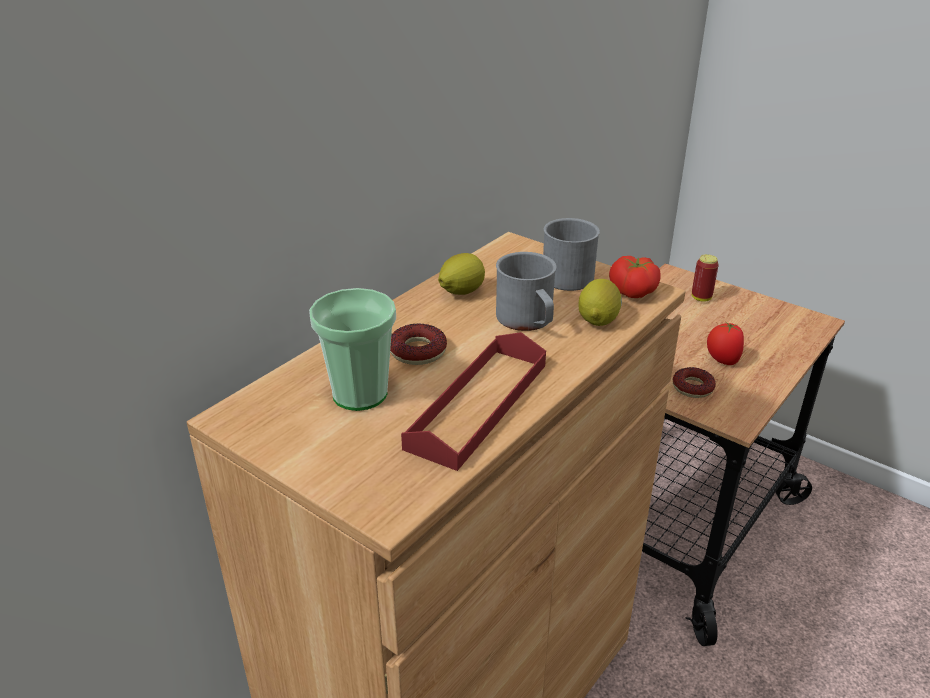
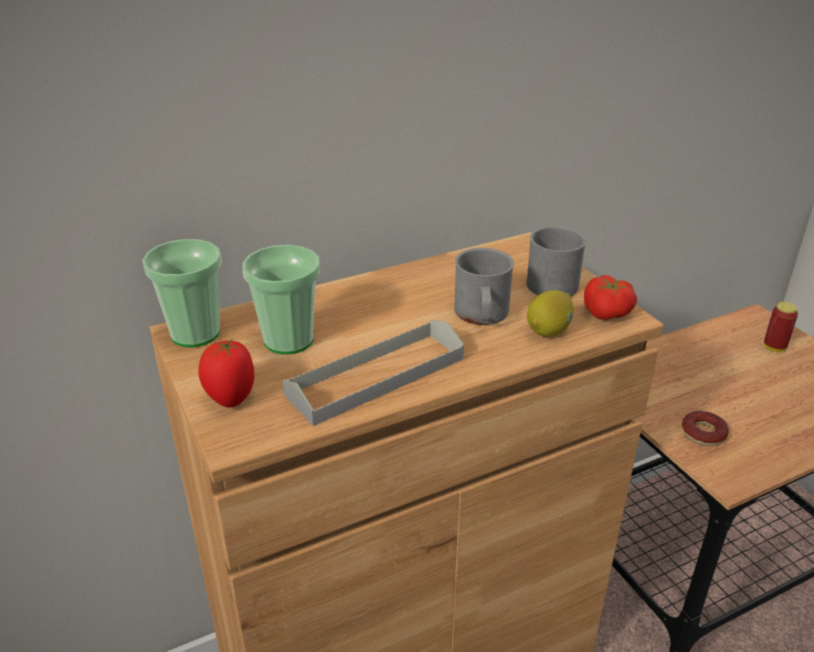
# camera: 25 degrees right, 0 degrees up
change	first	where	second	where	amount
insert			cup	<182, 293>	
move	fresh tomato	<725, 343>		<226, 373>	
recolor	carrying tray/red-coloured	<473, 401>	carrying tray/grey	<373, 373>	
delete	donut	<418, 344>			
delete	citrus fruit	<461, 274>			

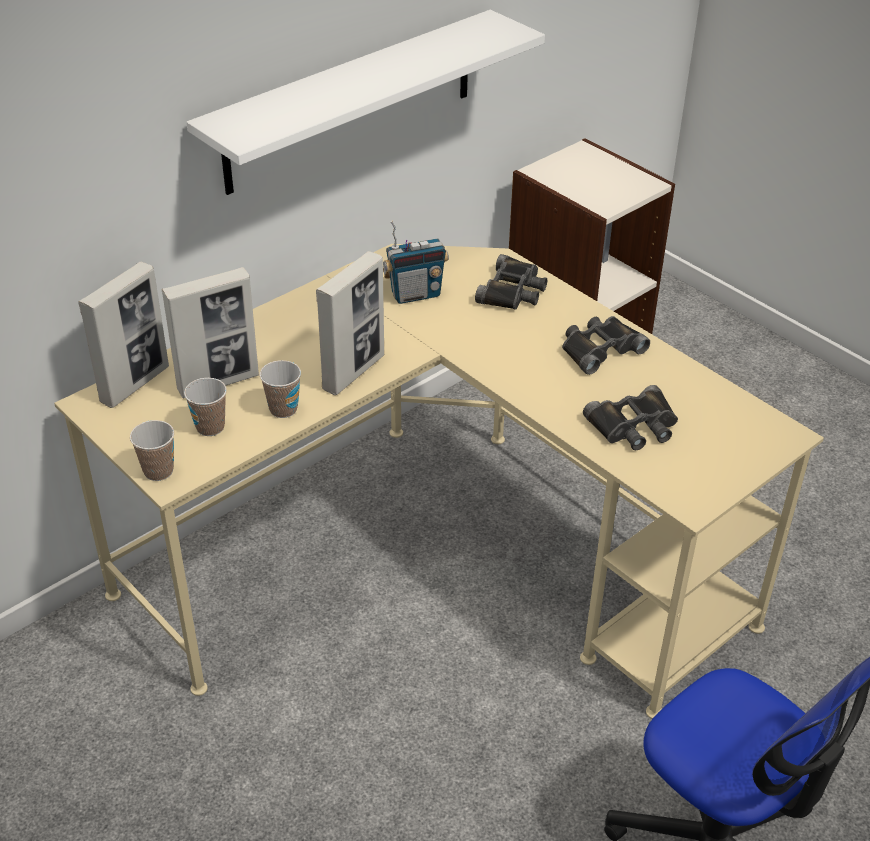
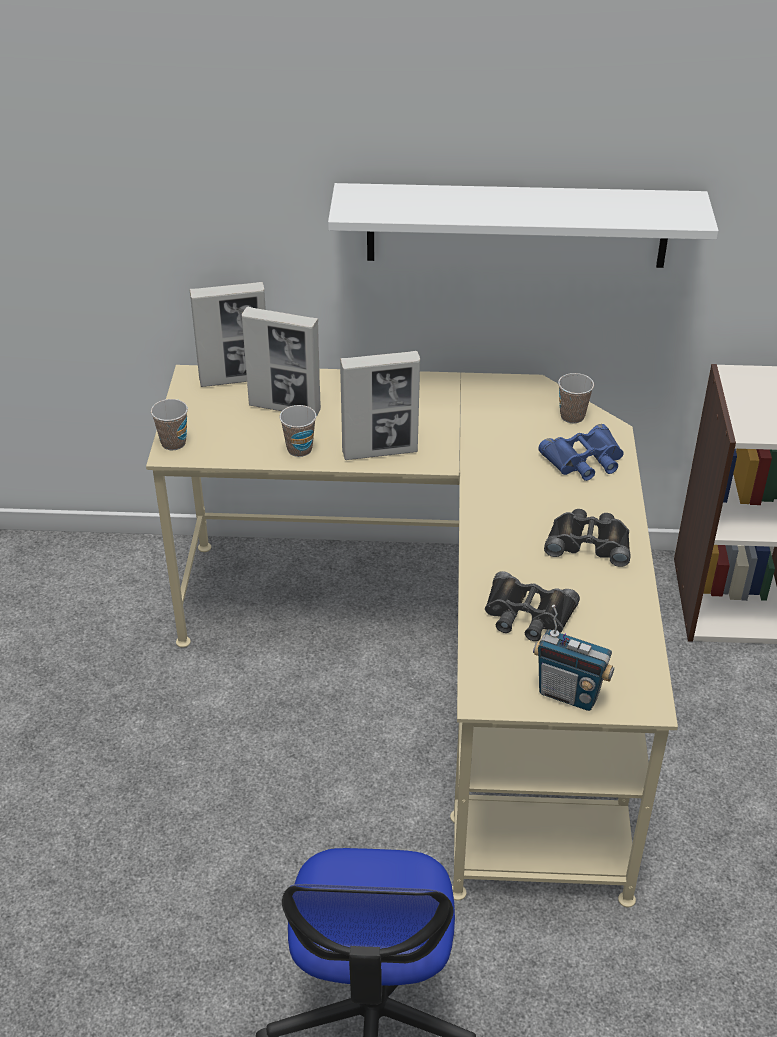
# camera: 45 degrees right, 0 degrees up
change	first	where	second	where	amount
move	radio set	<416, 262>		<573, 658>	
recolor	pair of binoculars/black-coloured	<511, 282>	pair of binoculars/bluish	<581, 452>	
move	cup	<205, 407>		<576, 398>	

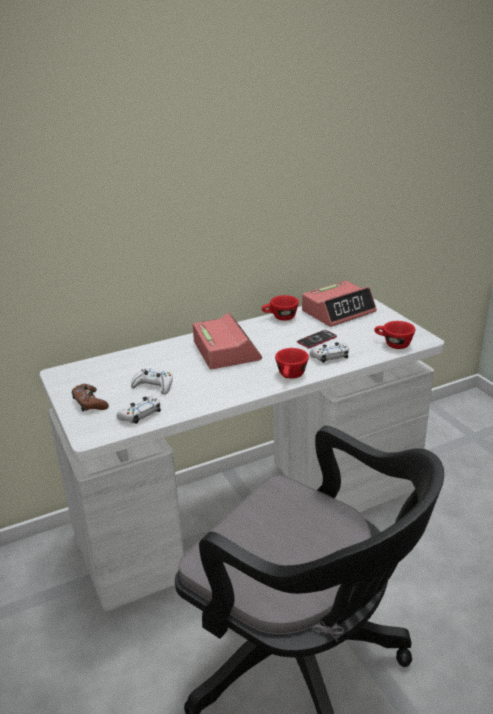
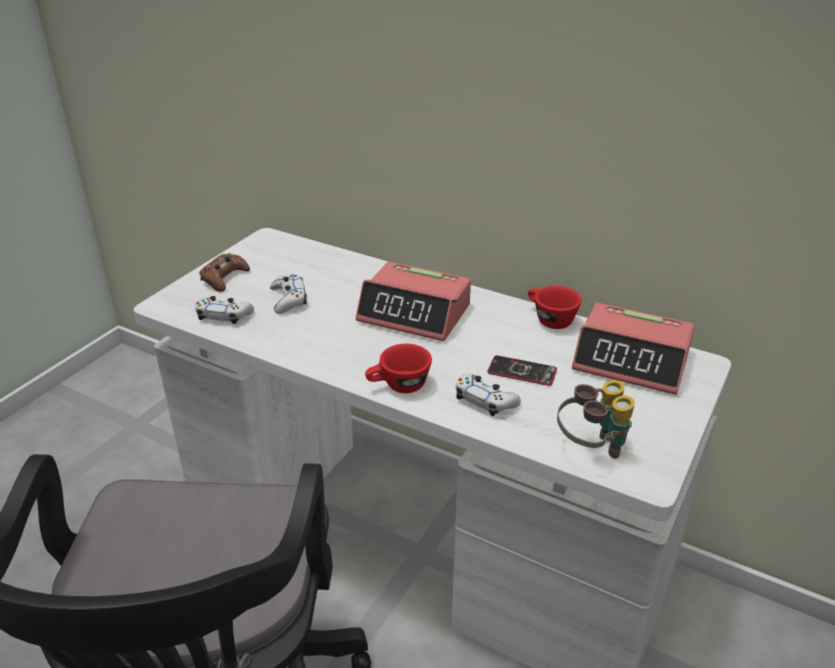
# camera: 55 degrees right, 5 degrees up
change	first	where	second	where	amount
rotate	table clock	<227, 341>		<413, 301>	75 degrees clockwise
replace	cup/red-coloured	<394, 335>	pair of binoculars	<596, 419>	

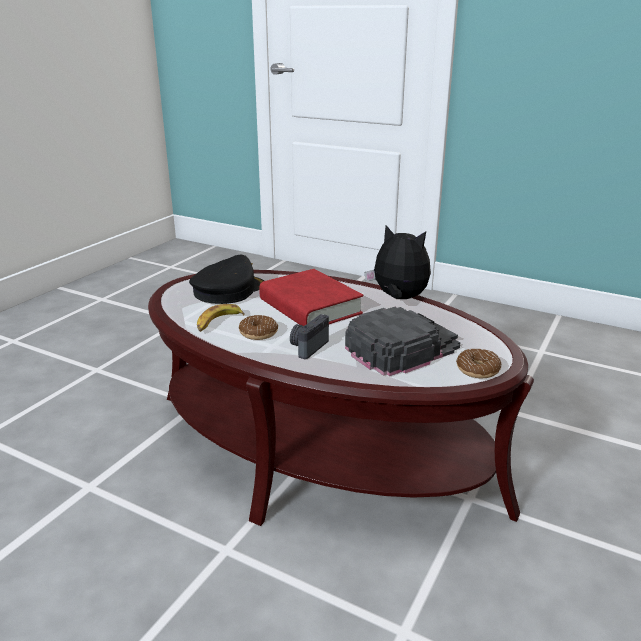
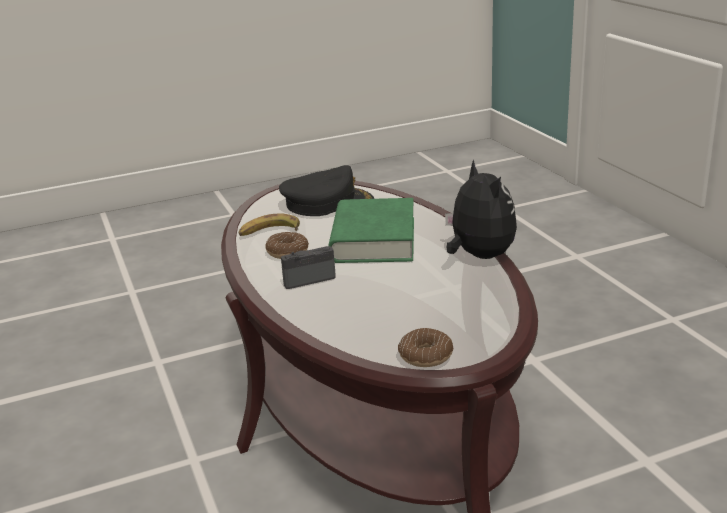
# camera: 40 degrees right, 0 degrees up
change	first	where	second	where	amount
recolor	book/red-coloured	<311, 297>	book/greenish	<371, 230>	
delete	cap/black-coloured	<402, 341>			

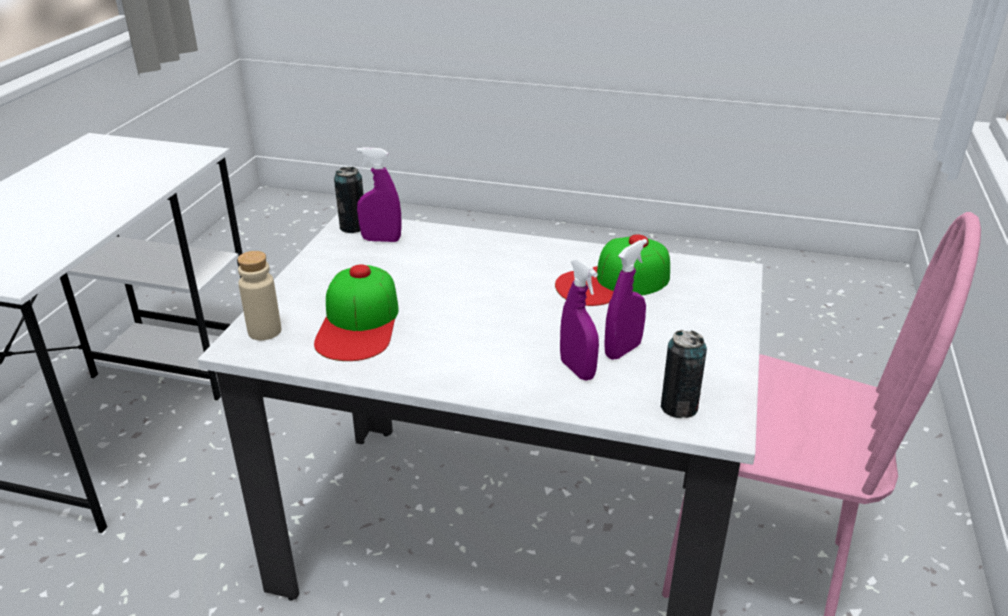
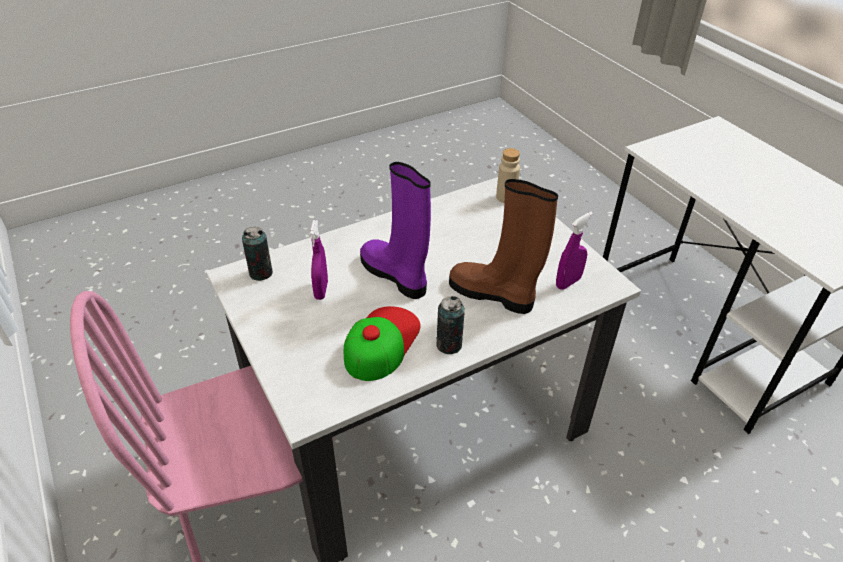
# camera: 135 degrees right, 10 degrees up
change	first	where	second	where	amount
insert			tall boot/purple-coloured	<395, 230>	
move	can	<349, 200>		<450, 325>	
insert			tall boot/brownish	<503, 246>	
delete	cap	<356, 312>			
delete	sprayer/purple-coloured	<579, 319>			

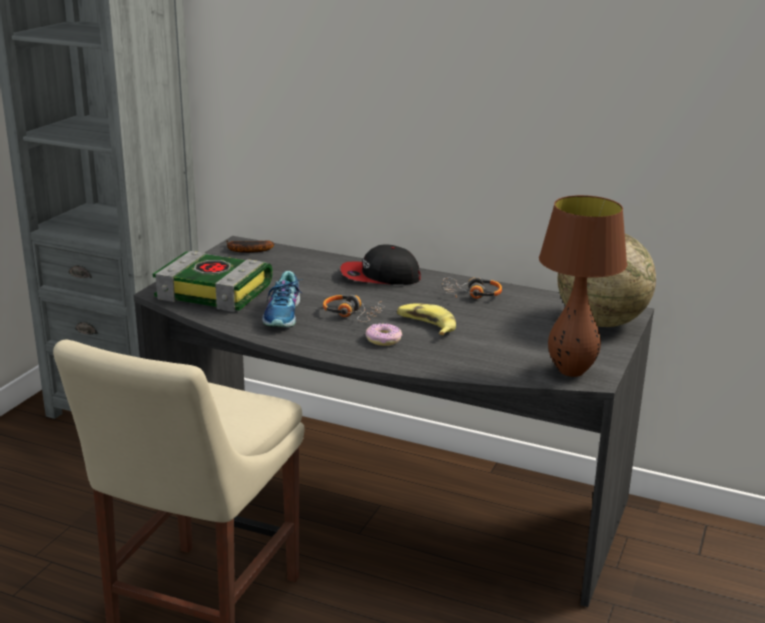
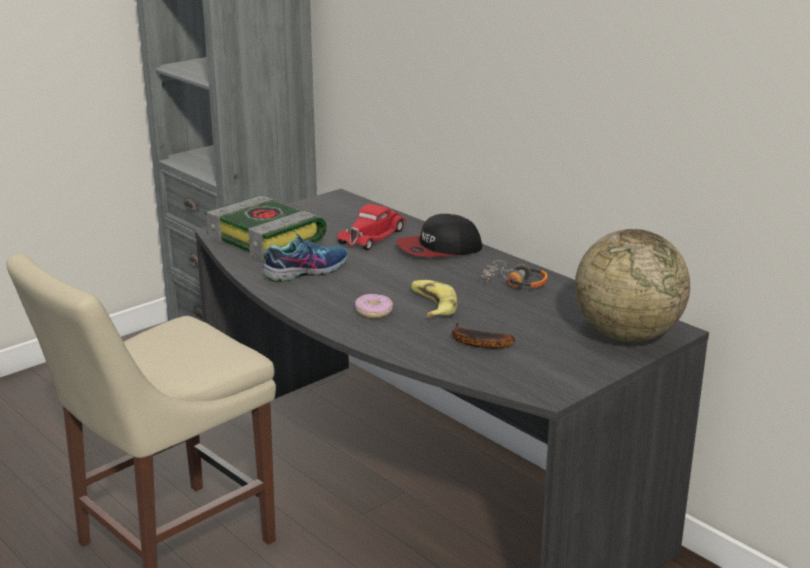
# camera: 25 degrees right, 0 degrees up
change	first	where	second	where	amount
rotate	item of footwear	<282, 299>		<305, 256>	150 degrees counterclockwise
insert			model car/red-coloured	<372, 227>	
rotate	cap	<380, 264>		<439, 235>	45 degrees counterclockwise
move	banana fruit	<250, 246>		<483, 335>	
delete	headset	<354, 308>			
delete	table lamp/brownish	<583, 286>			

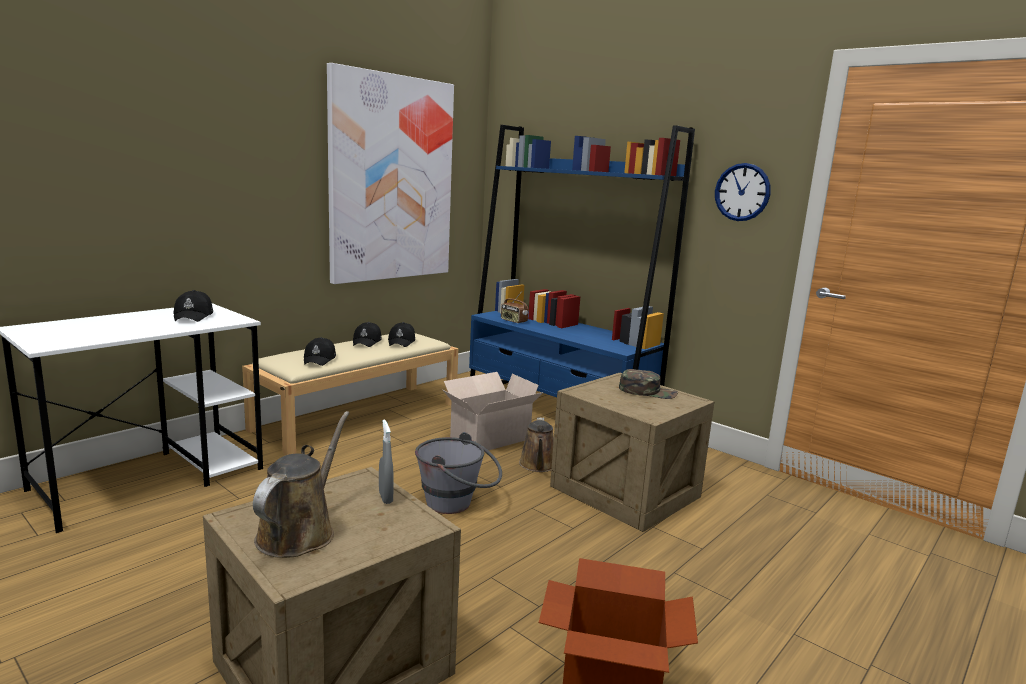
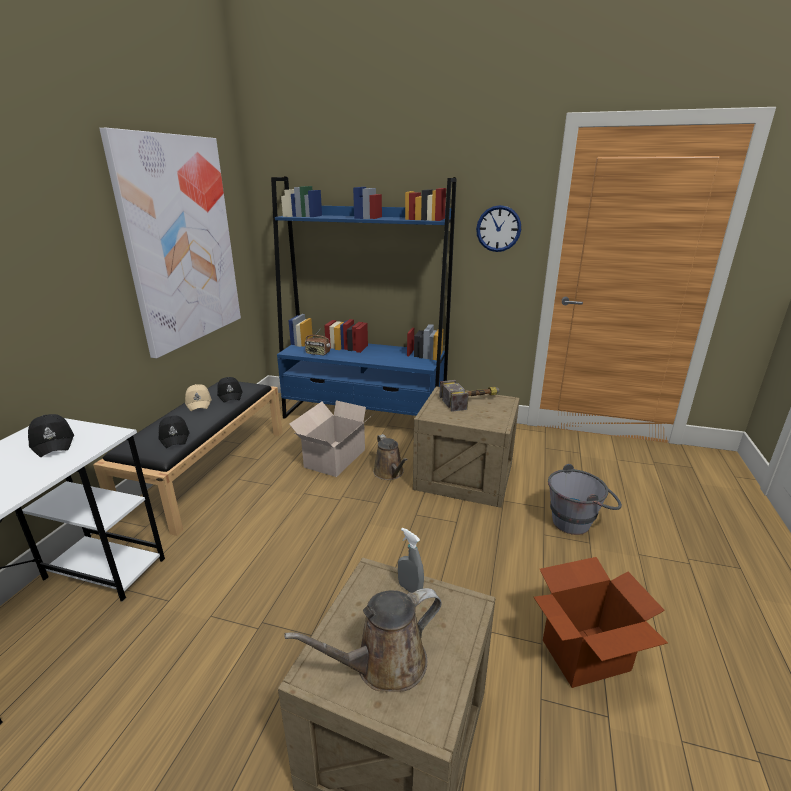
# camera: 25 degrees left, 10 degrees up
change	first	where	second	where	amount
recolor	long seat/sand-coloured	<350, 394>	long seat/black-coloured	<188, 459>	
recolor	cap/black-coloured	<367, 334>	cap/sand-coloured	<198, 397>	
rotate	watering can/brownish	<301, 484>		<363, 640>	105 degrees counterclockwise
replace	cap/greenish	<648, 384>	hammer	<469, 396>	
move	water bucket/grey	<458, 473>		<585, 499>	

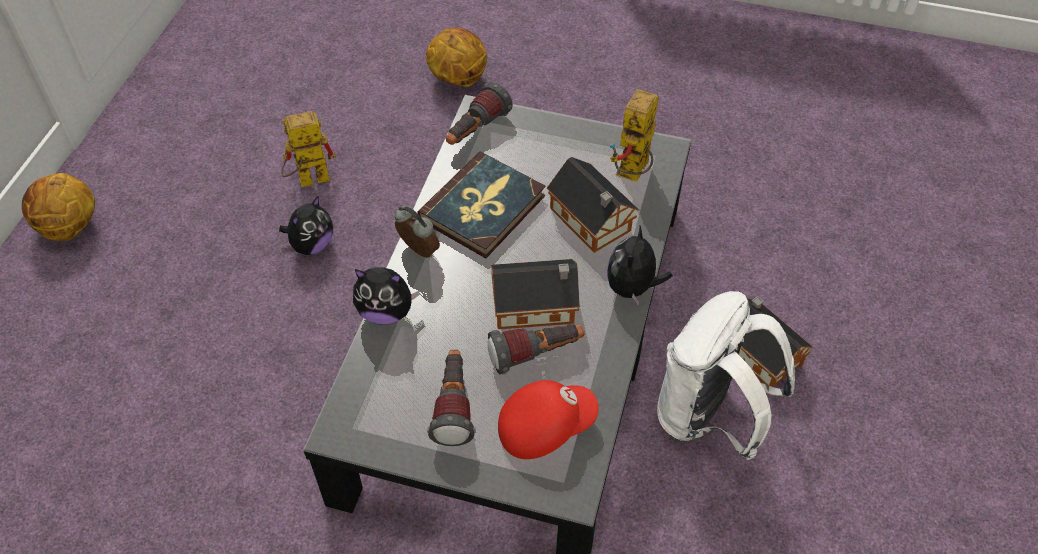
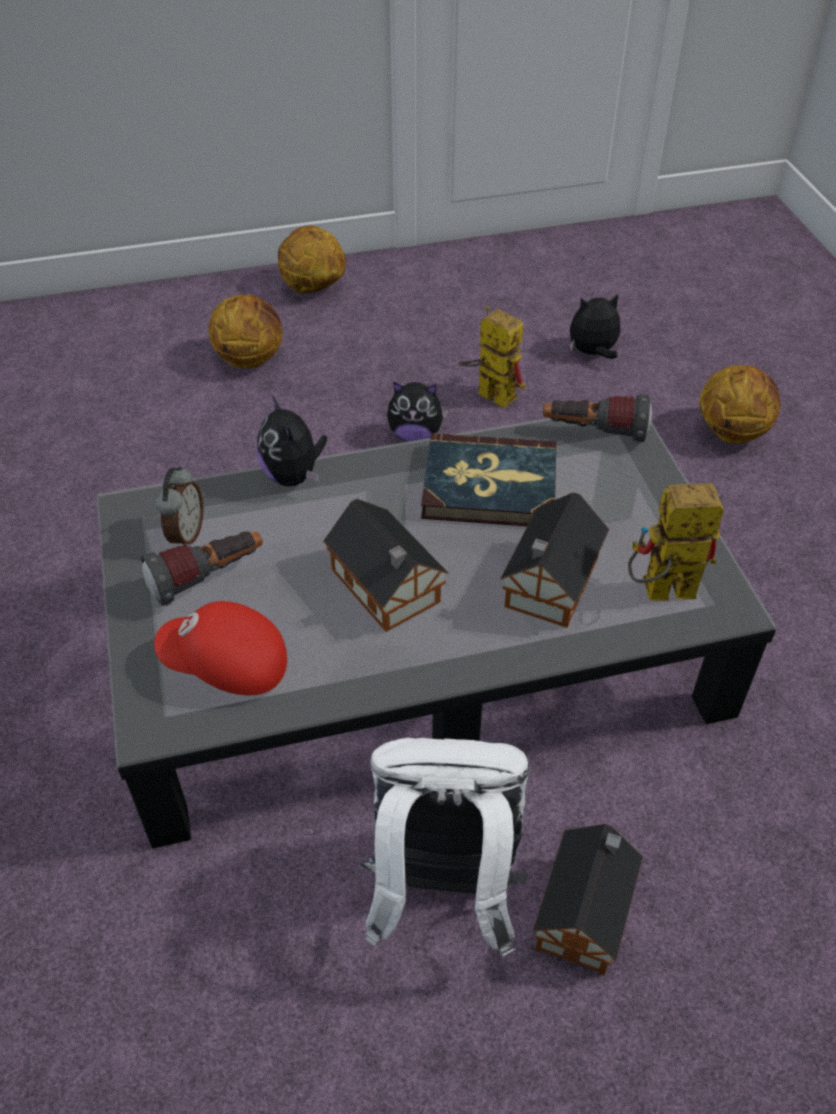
# camera: 60 degrees right, 5 degrees down
change	first	where	second	where	amount
rotate	cap/red-coloured	<548, 419>		<220, 648>	150 degrees clockwise
move	table clock	<417, 232>		<180, 506>	
insert			ball for basketball	<245, 331>	
move	cuddly toy	<640, 266>		<595, 326>	
delete	flashlight	<536, 349>			

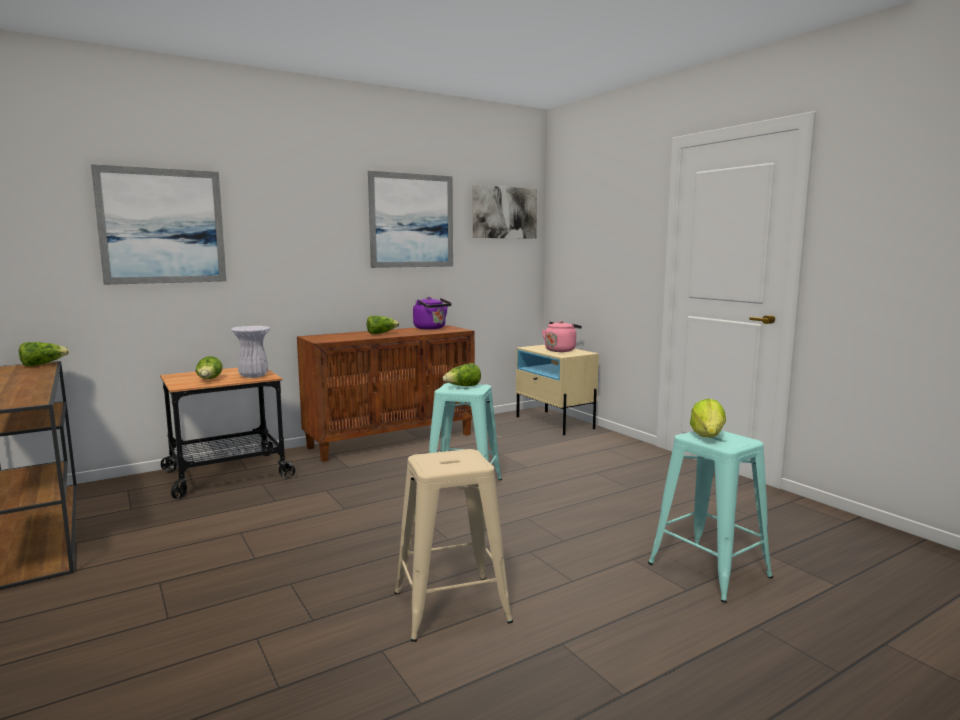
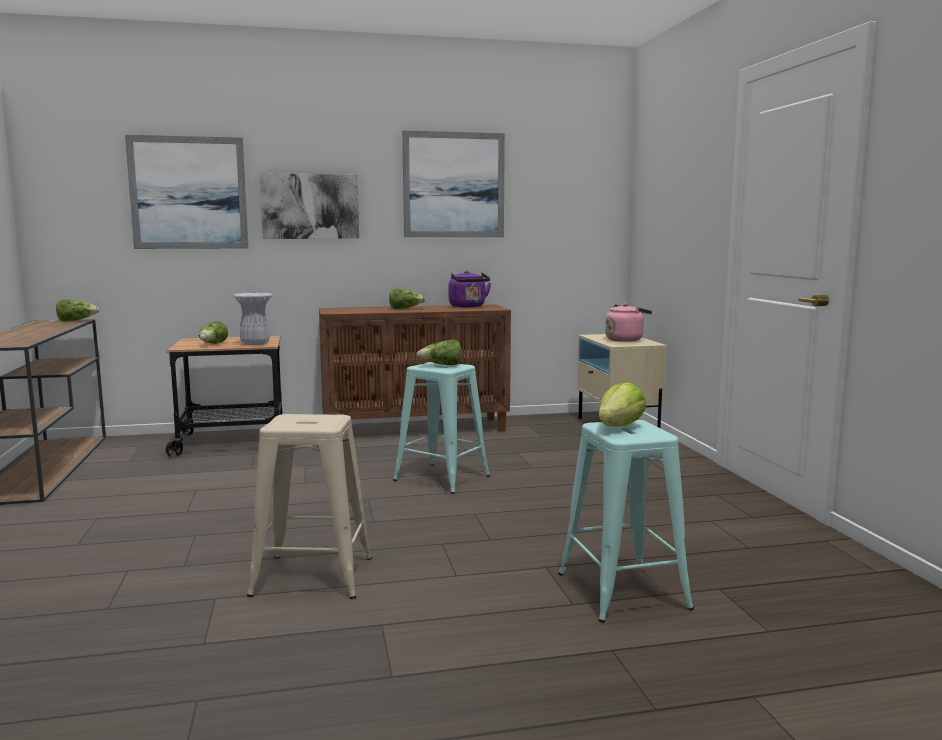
# camera: 20 degrees right, 0 degrees up
change	first	where	second	where	amount
move	picture	<505, 212>		<309, 206>	

